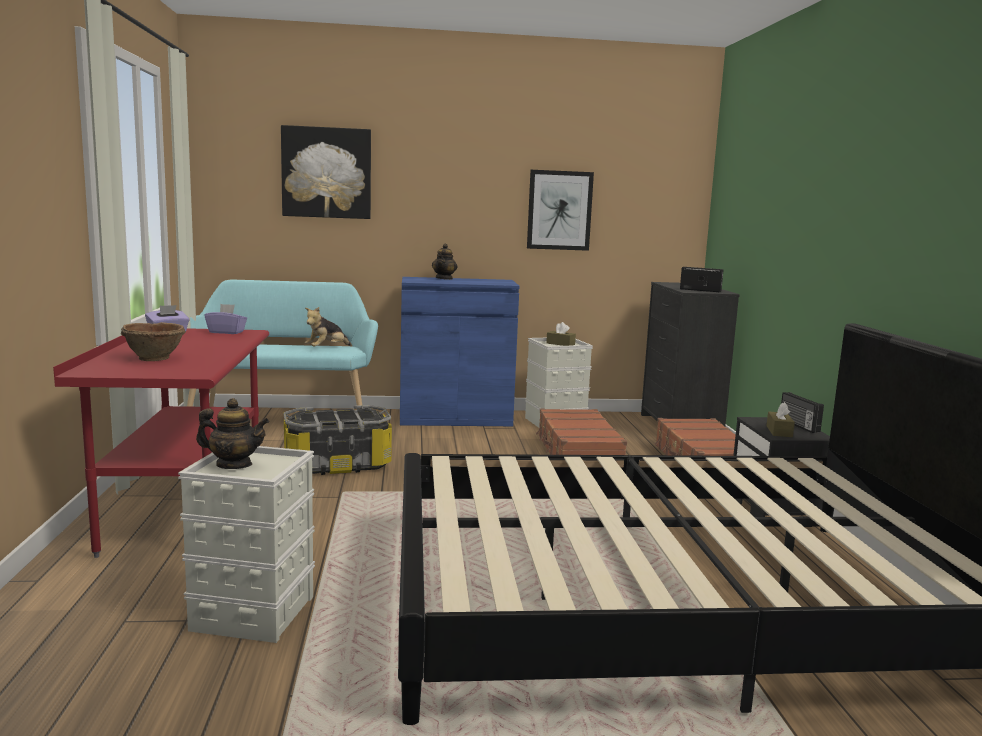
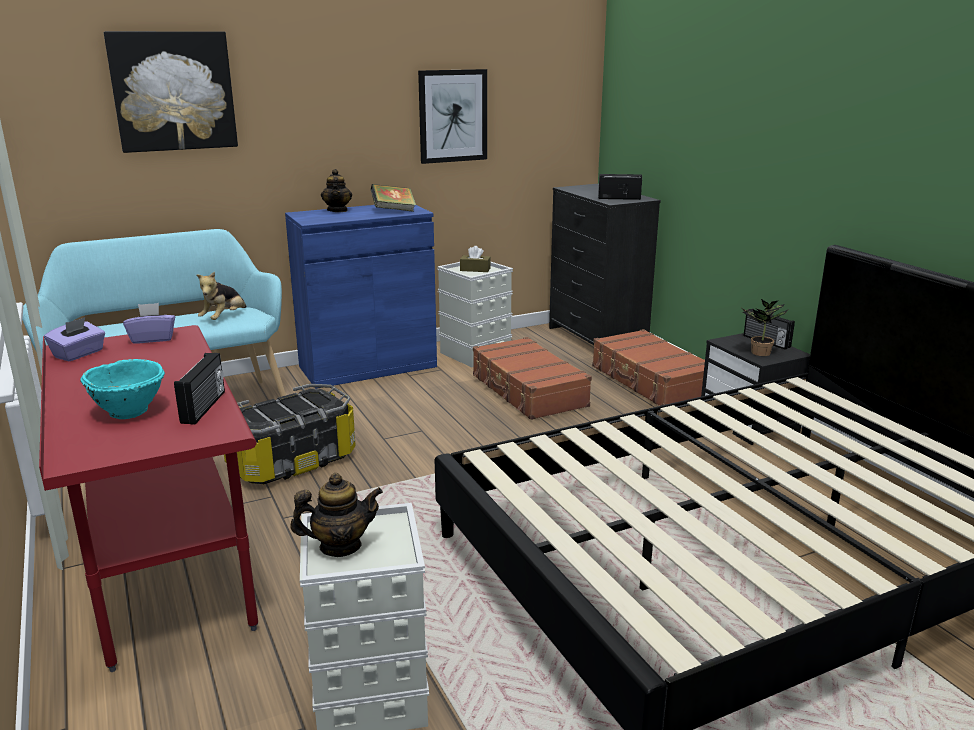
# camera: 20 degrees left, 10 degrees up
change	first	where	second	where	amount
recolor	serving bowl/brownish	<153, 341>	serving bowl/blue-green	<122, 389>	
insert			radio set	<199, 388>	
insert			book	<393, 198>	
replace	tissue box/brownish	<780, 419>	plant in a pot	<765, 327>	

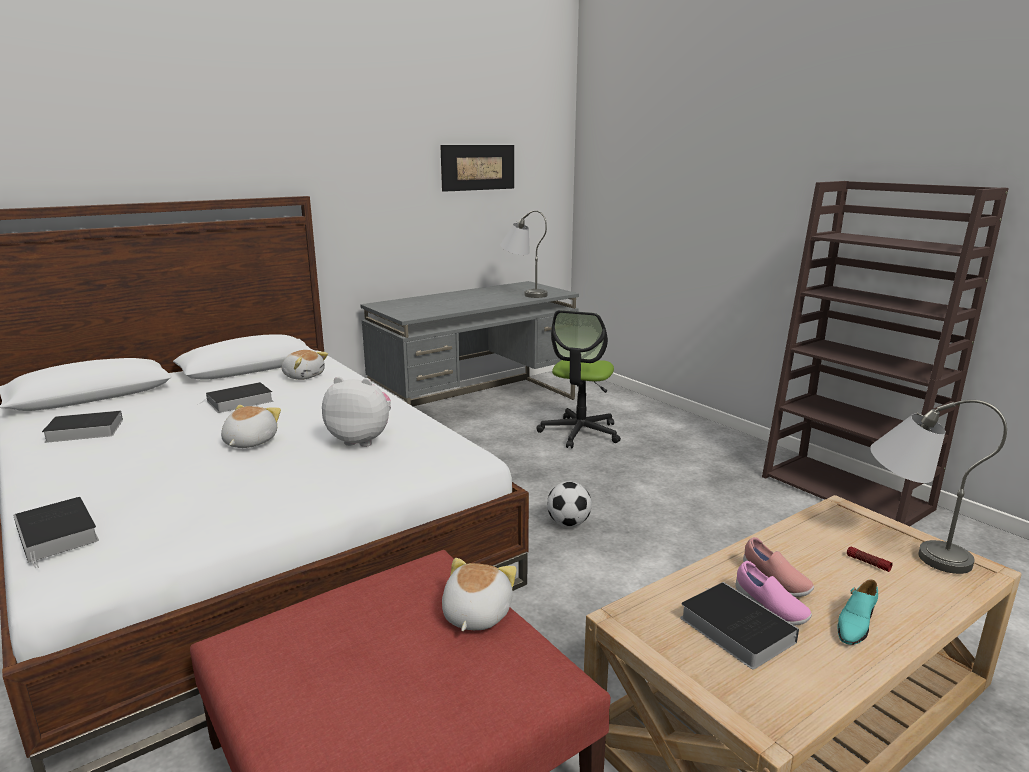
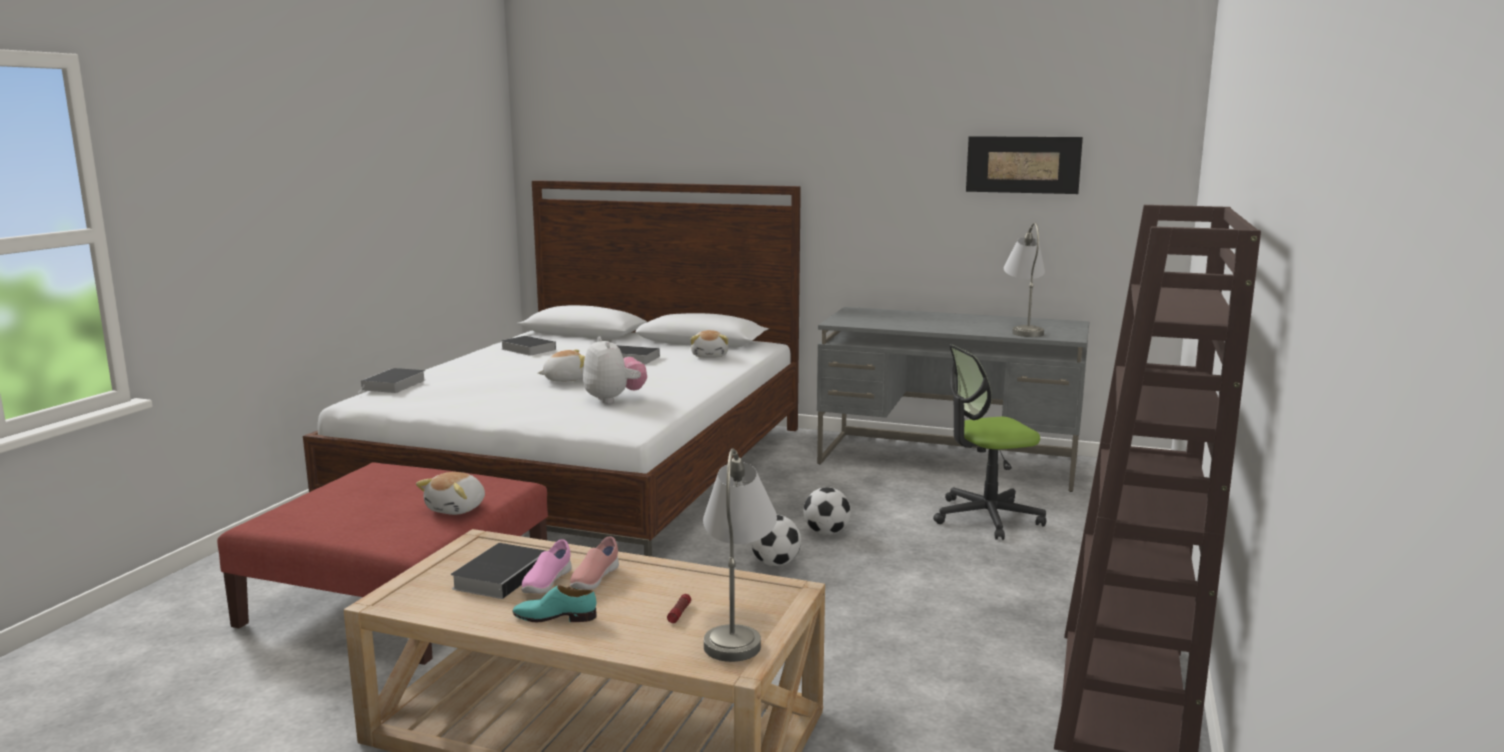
# camera: 55 degrees right, 5 degrees down
change	first	where	second	where	amount
rotate	cuddly toy	<479, 594>		<450, 493>	135 degrees clockwise
insert			football	<827, 511>	

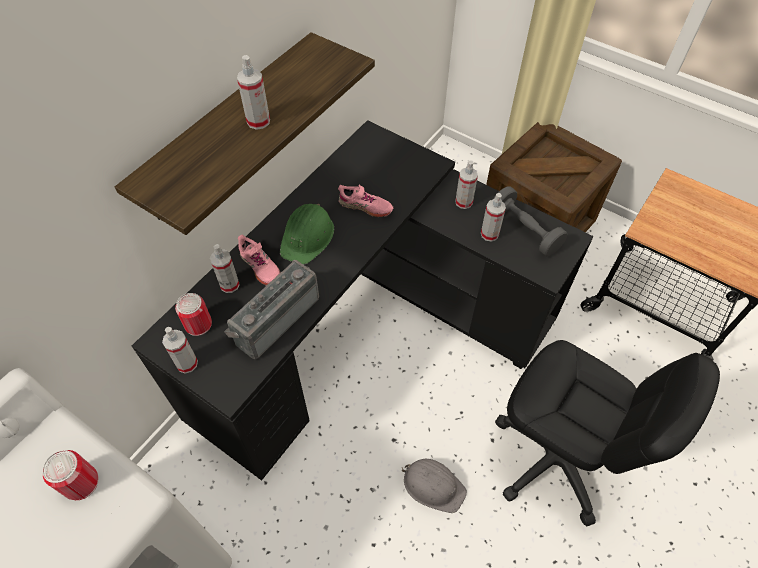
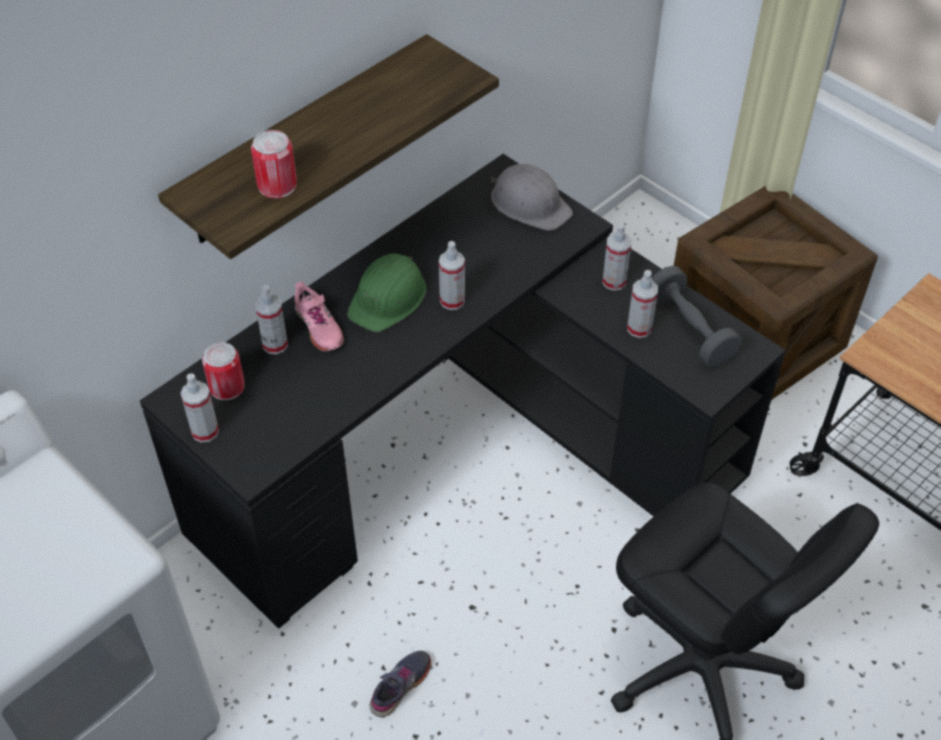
# camera: 10 degrees right, 5 degrees down
change	first	where	second	where	amount
move	can	<70, 475>		<274, 164>	
insert			item of footwear/grey	<400, 684>	
move	sprayer	<253, 92>		<452, 275>	
move	hard hat/grey	<434, 486>		<532, 197>	
delete	radio set	<271, 310>			
delete	item of footwear/pinkish	<365, 201>			

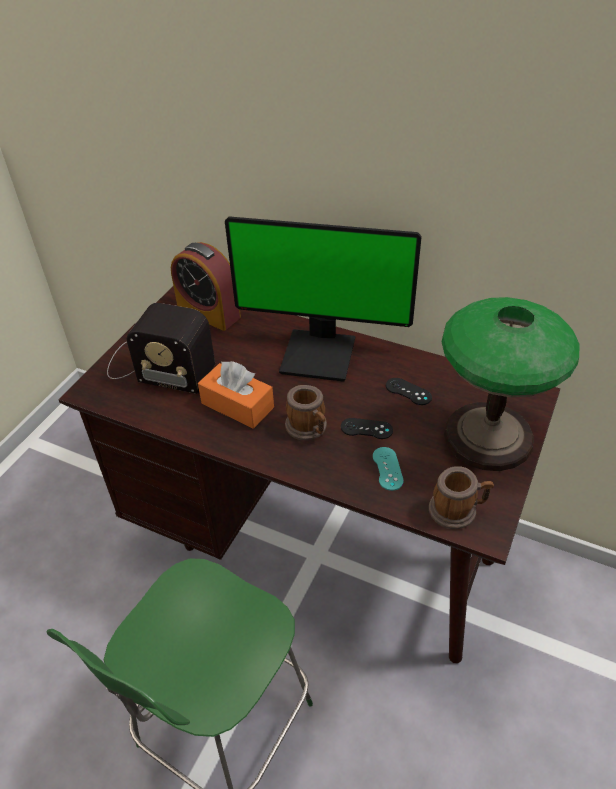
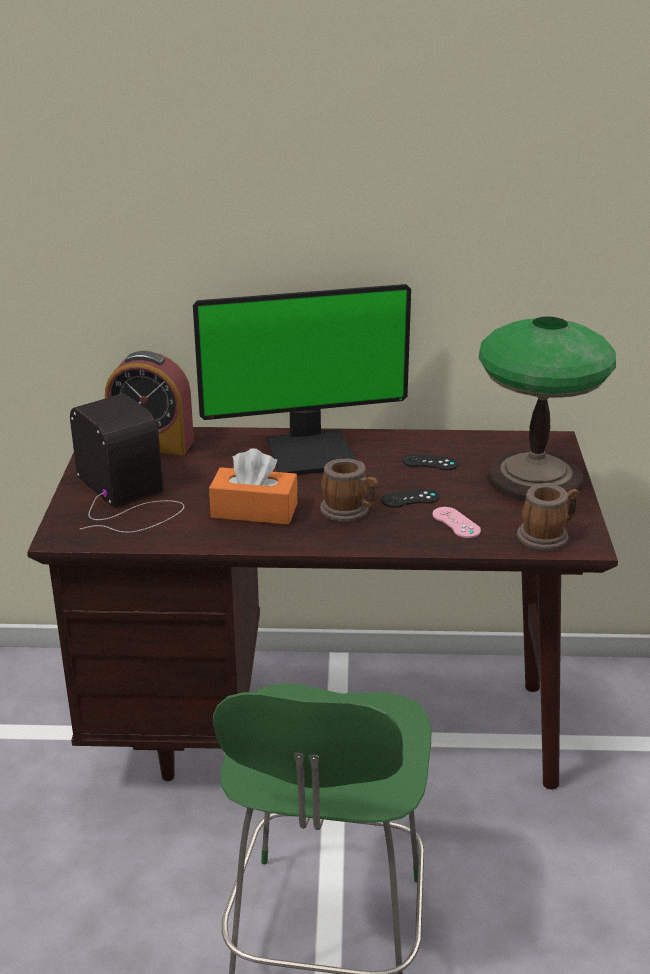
# camera: 25 degrees left, 15 degrees down
change	first	where	second	where	amount
rotate	radio set	<161, 348>		<127, 463>	120 degrees counterclockwise
recolor	joypad/blue-green	<388, 469>	joypad/pinkish	<457, 522>	

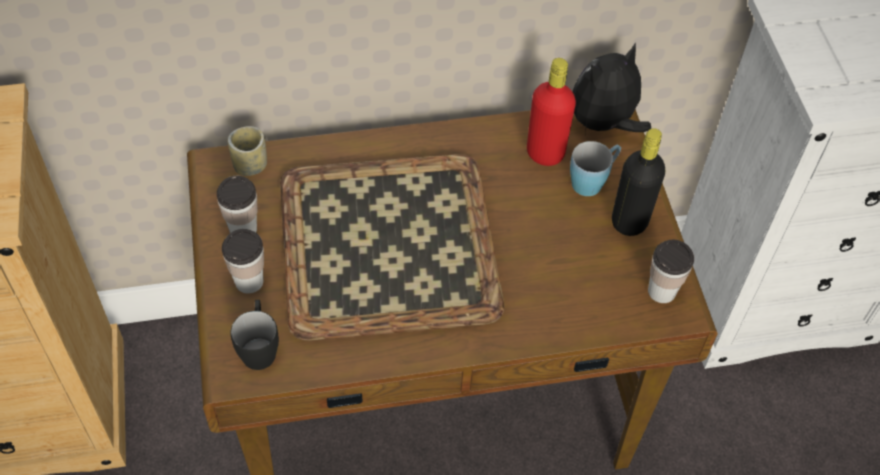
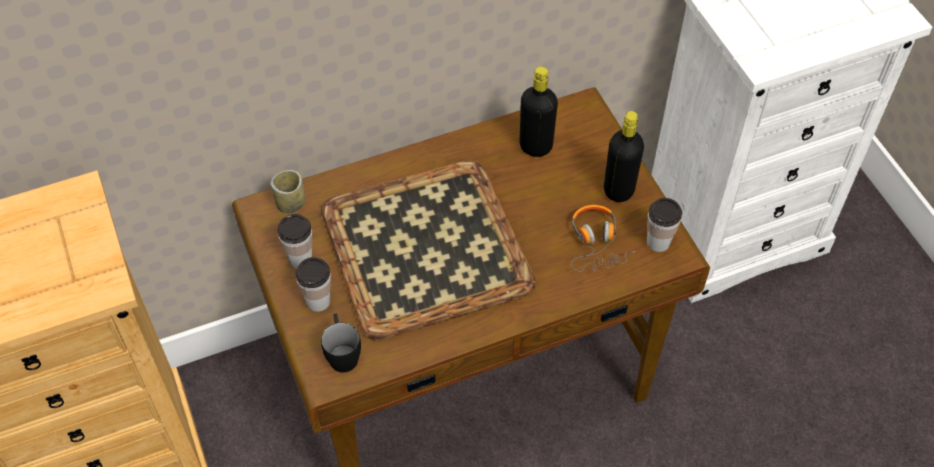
# camera: 10 degrees left, 0 degrees up
change	first	where	second	where	amount
recolor	beverage bottle/red-coloured	<551, 112>	beverage bottle/black-coloured	<538, 111>	
insert			headset	<603, 238>	
delete	coffee mug/bluish	<595, 168>			
delete	cuddly toy	<611, 87>			

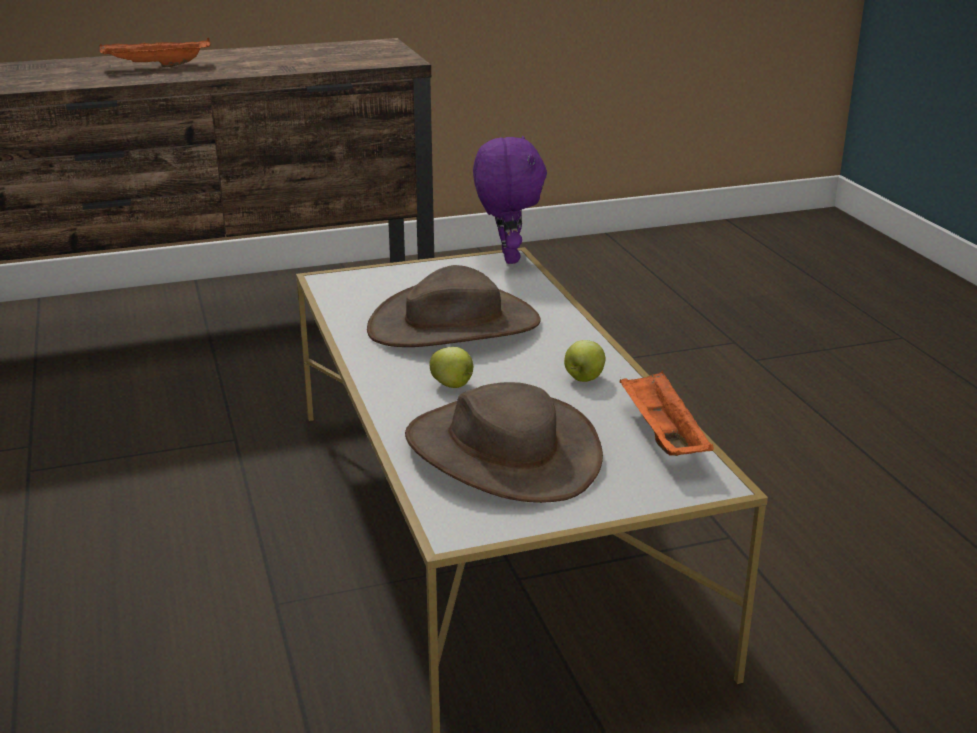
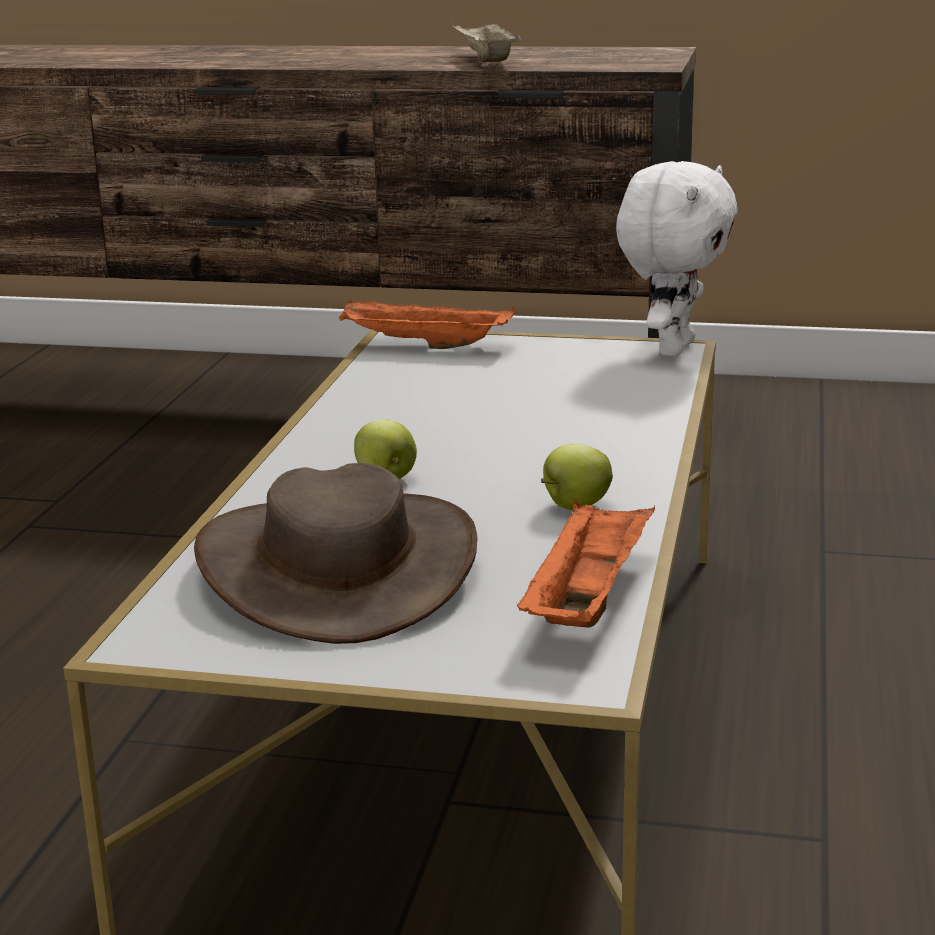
# camera: 30 degrees right, 5 degrees down
change	first	where	second	where	amount
move	carrying tray/orange	<155, 53>		<427, 324>	
insert			carrying tray/sand-coloured	<486, 42>	
recolor	cuddly toy/purple-coloured	<510, 200>	cuddly toy/white-coloured	<677, 259>	
delete	wearable hat/brownish	<454, 306>			

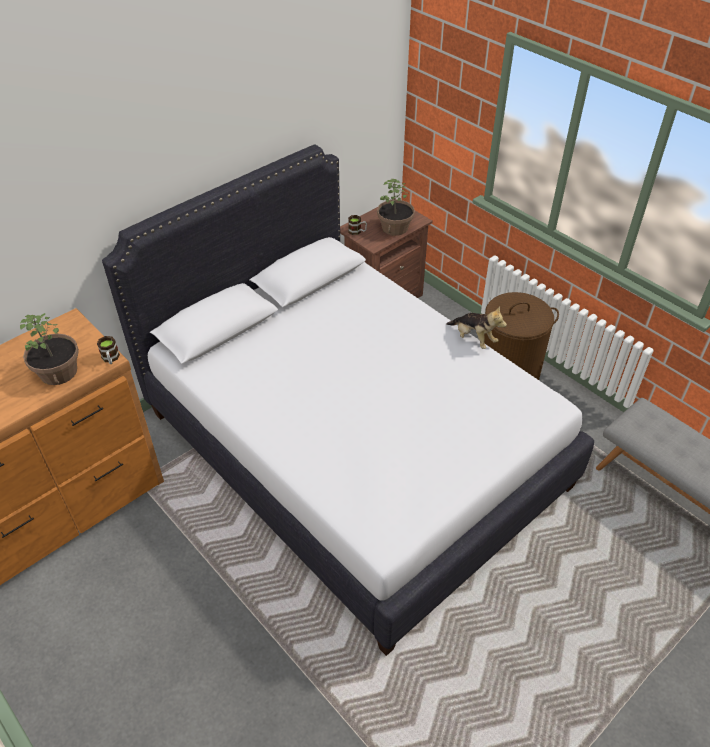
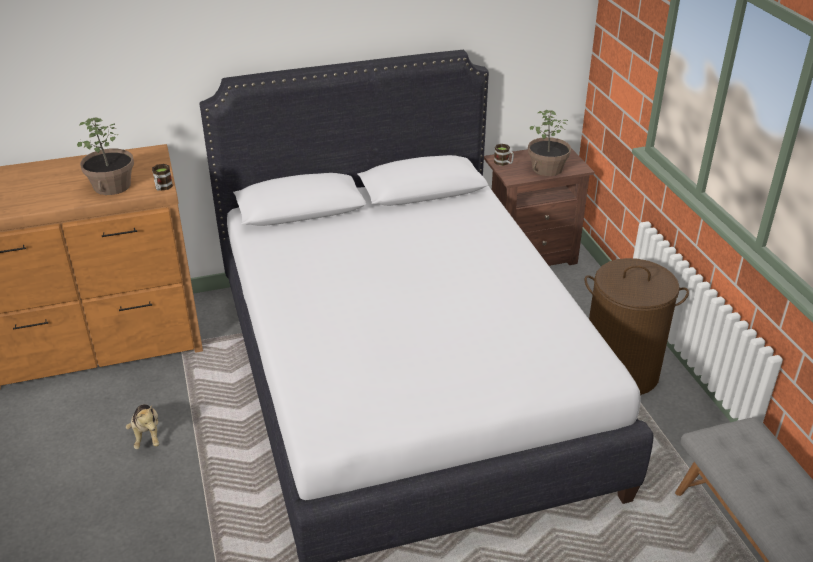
# camera: 25 degrees right, 10 degrees down
change	first	where	second	where	amount
move	cuddly toy	<476, 327>		<142, 426>	

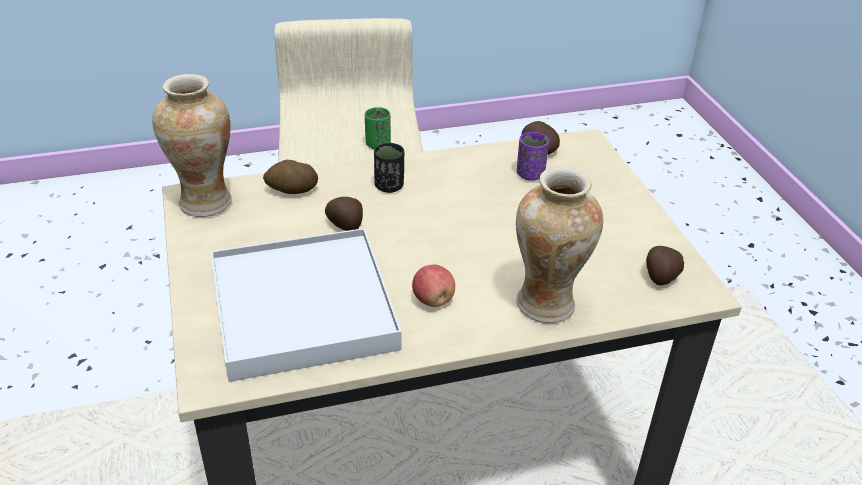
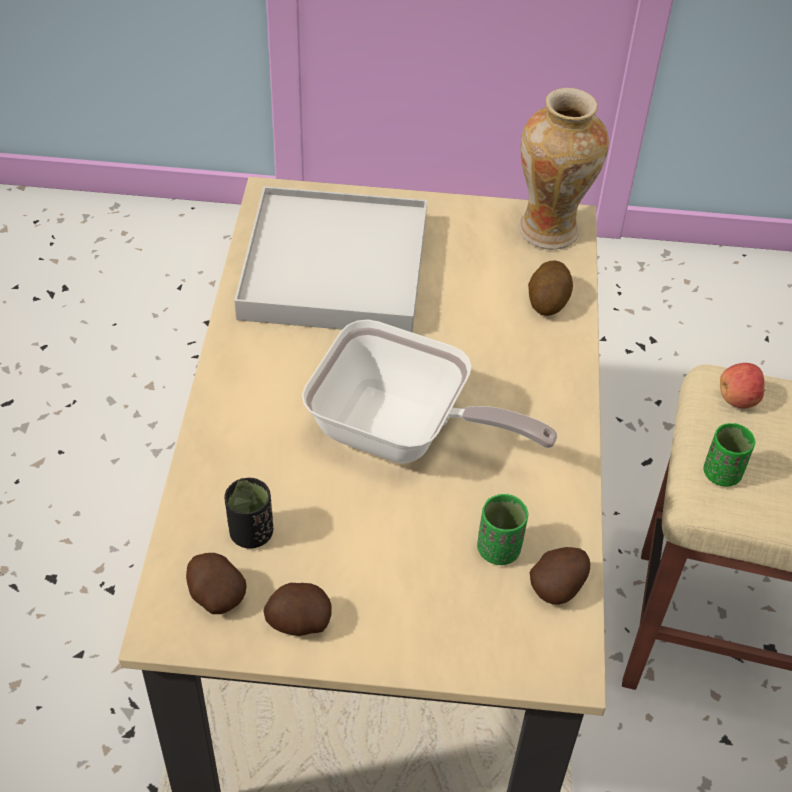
# camera: 110 degrees right, 10 degrees up
change	first	where	second	where	amount
move	cup/black-coloured	<389, 167>		<248, 512>	
move	potato	<344, 214>		<298, 609>	
insert			pan	<430, 391>	
recolor	cup/purple-coloured	<533, 156>	cup/greenish	<502, 529>	
move	apple	<433, 286>		<742, 385>	
delete	flower vase	<559, 244>			

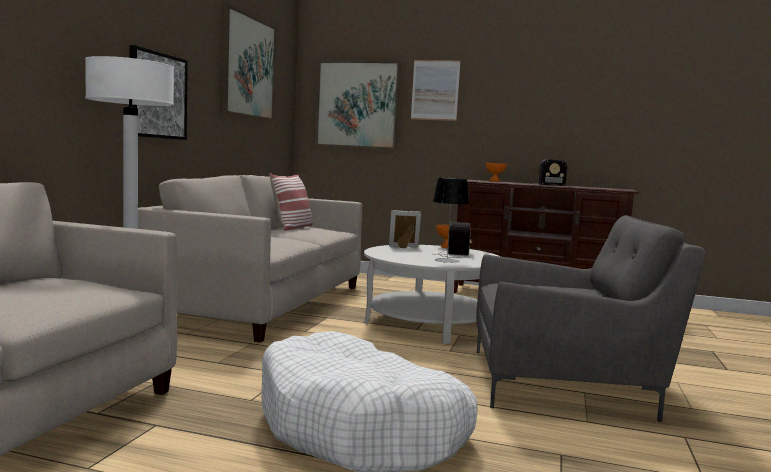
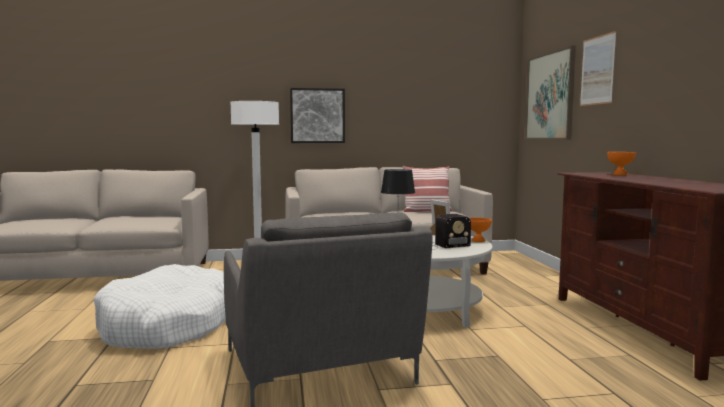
# camera: 65 degrees right, 0 degrees up
change	first	where	second	where	amount
delete	picture	<249, 62>			
delete	radio set	<545, 173>			

